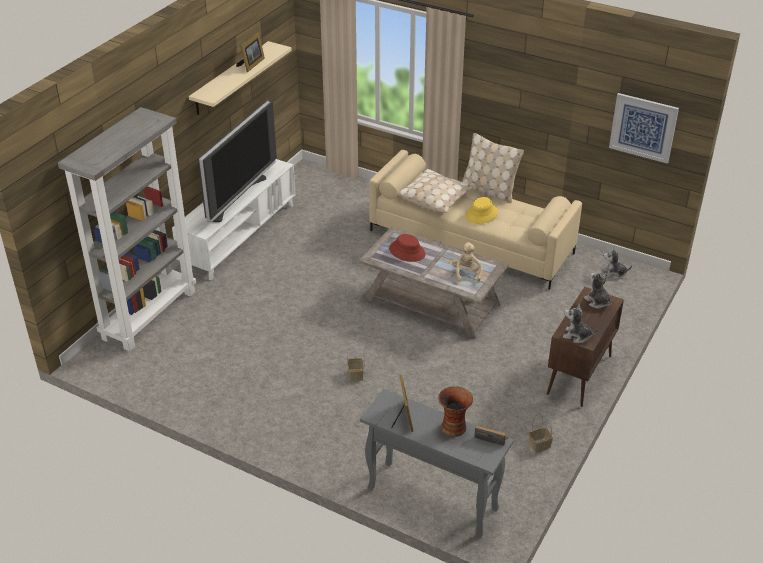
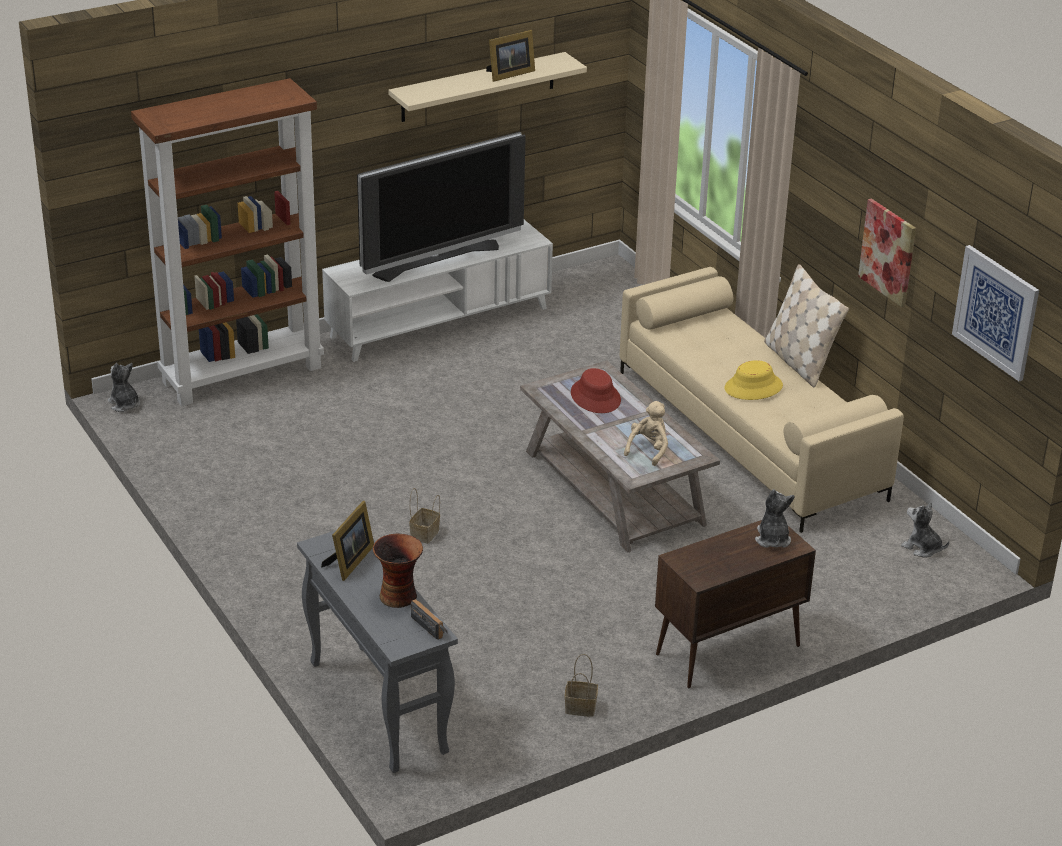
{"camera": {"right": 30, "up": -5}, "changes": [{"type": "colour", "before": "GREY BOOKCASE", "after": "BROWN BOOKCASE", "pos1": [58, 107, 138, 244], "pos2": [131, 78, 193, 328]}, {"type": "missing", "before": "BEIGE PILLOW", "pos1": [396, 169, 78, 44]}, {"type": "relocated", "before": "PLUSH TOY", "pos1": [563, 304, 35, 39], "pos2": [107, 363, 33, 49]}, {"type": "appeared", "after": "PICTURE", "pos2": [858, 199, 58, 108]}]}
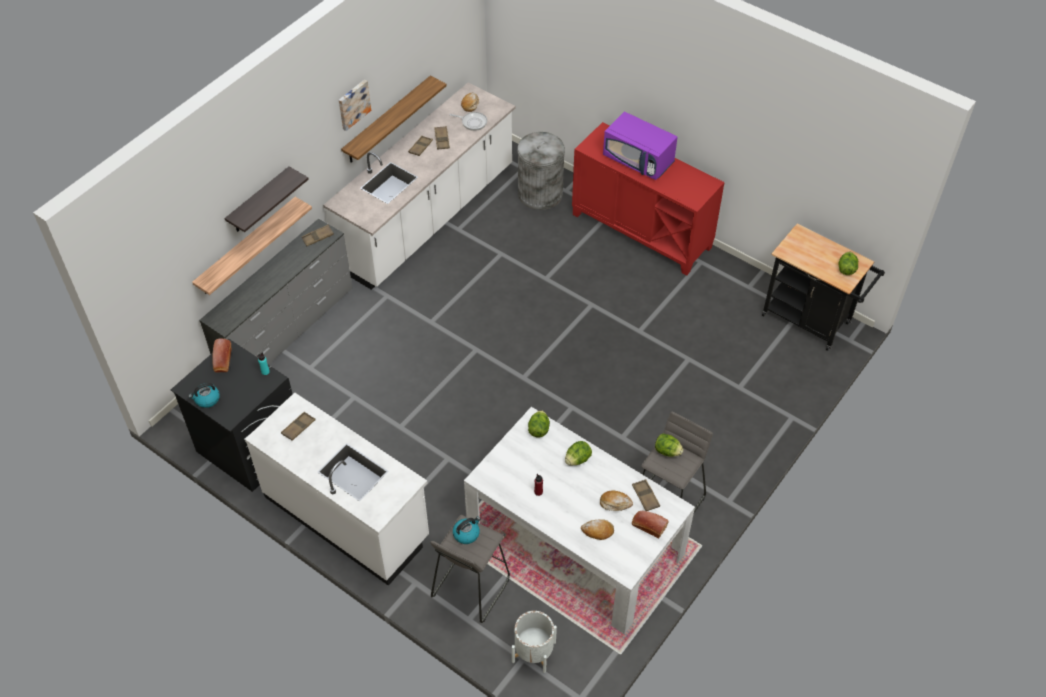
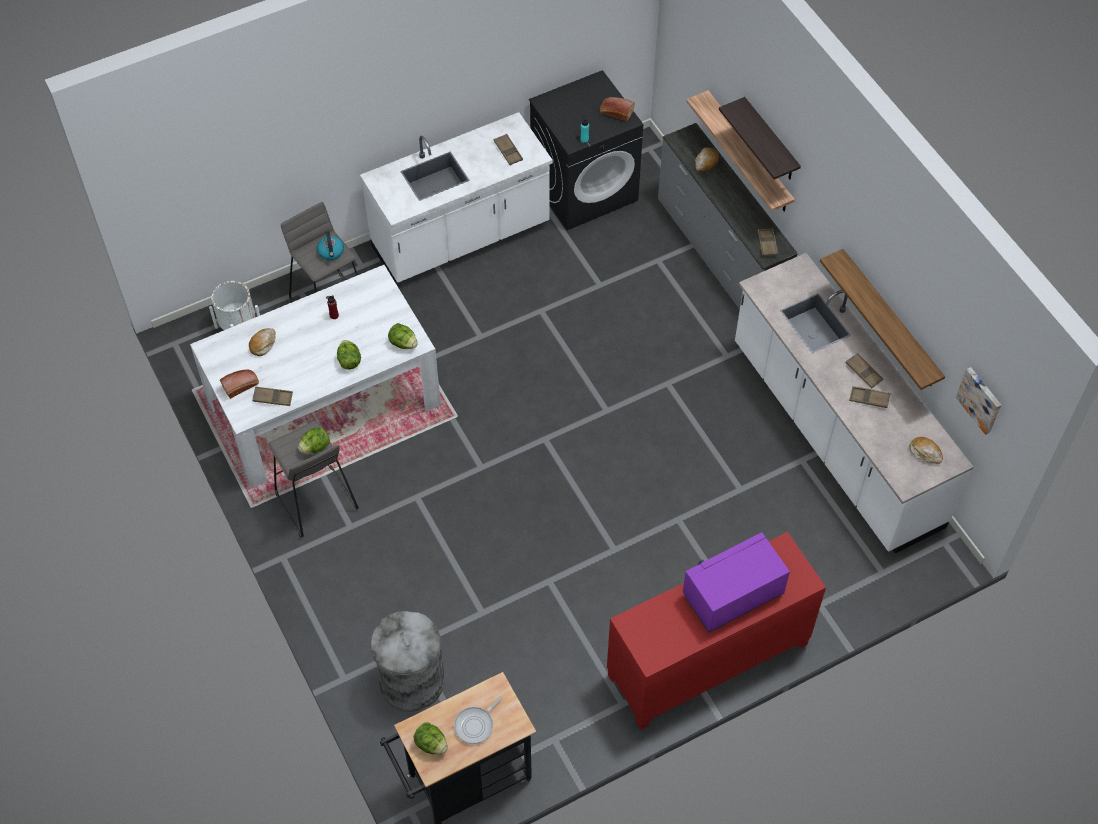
{"camera": {"right": 115, "up": 5}, "changes": [{"type": "relocated", "before": "PICTURE", "pos1": [339, 79, 32, 52], "pos2": [956, 367, 45, 68]}, {"type": "relocated", "before": "FRYING PAN", "pos1": [449, 112, 38, 19], "pos2": [454, 696, 49, 48]}, {"type": "relocated", "before": "GREY TRASH CAN", "pos1": [517, 132, 48, 78], "pos2": [371, 611, 74, 100]}, {"type": "missing", "before": "KETTLE", "pos1": [188, 383, 32, 25]}, {"type": "relocated", "before": "BREAD", "pos1": [600, 491, 33, 20], "pos2": [695, 147, 24, 25]}]}
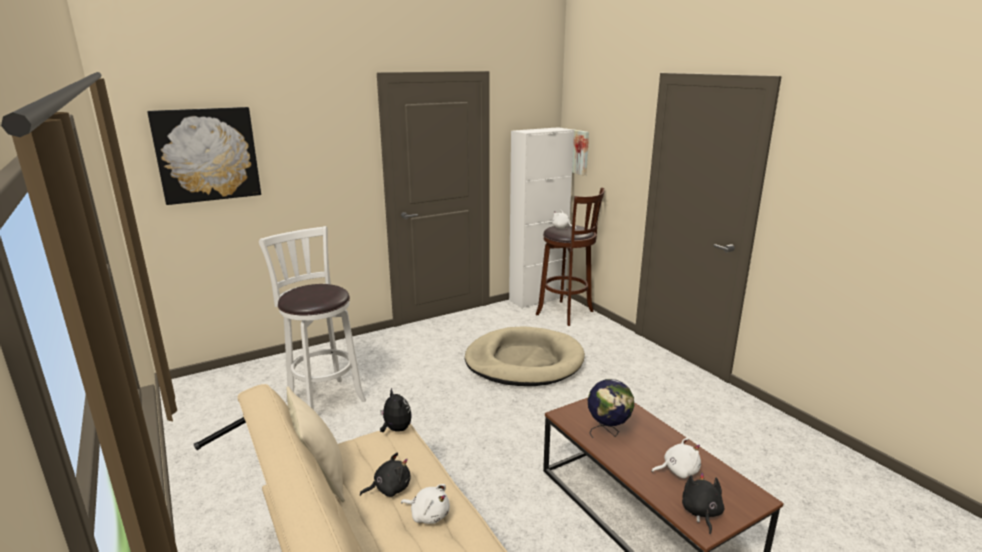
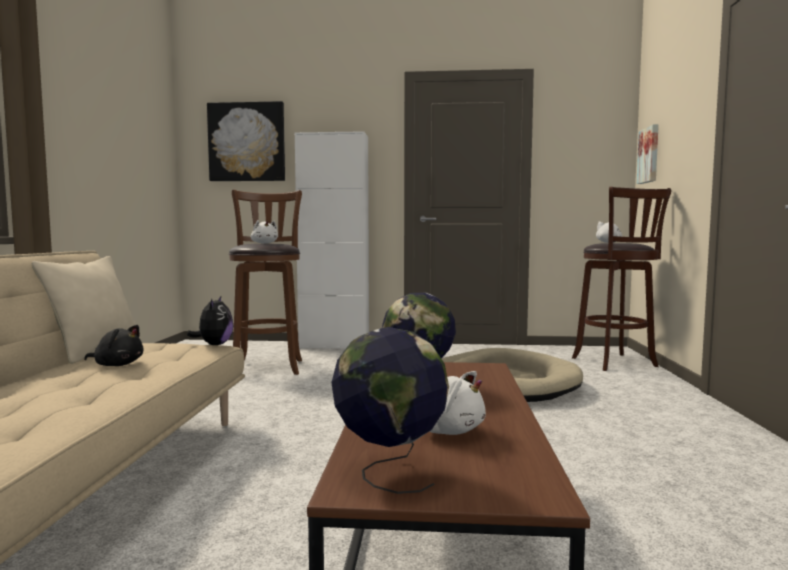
{"camera": {"right": 35, "up": -15}, "changes": [{"type": "relocated", "before": "WHITE CABINET", "pos1": [509, 127, 65, 182], "pos2": [295, 131, 74, 218]}, {"type": "colour", "before": "WHITE STOOL", "after": "BROWN STOOL", "pos1": [259, 226, 107, 184], "pos2": [229, 190, 73, 185]}, {"type": "exchanged", "before": "BLACK PLUSH TOY", "after": "GLOBE", "pos1": [682, 473, 42, 61], "pos2": [331, 327, 118, 167]}, {"type": "relocated", "before": "WHITE PLUSH TOY", "pos1": [401, 484, 49, 40], "pos2": [251, 220, 27, 24]}]}
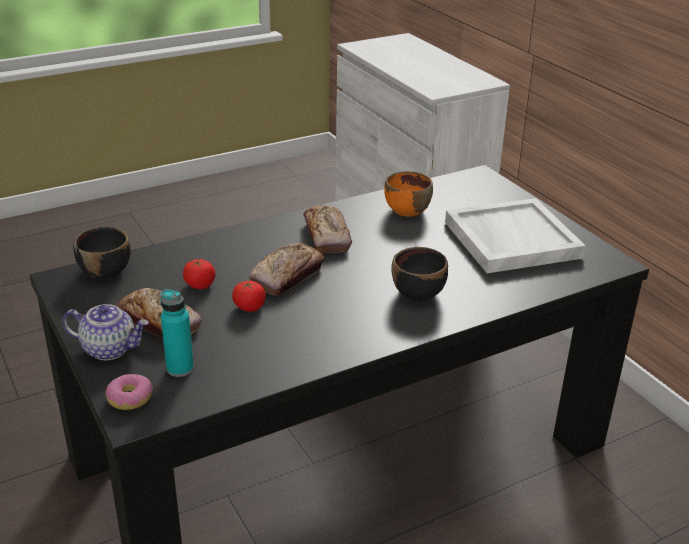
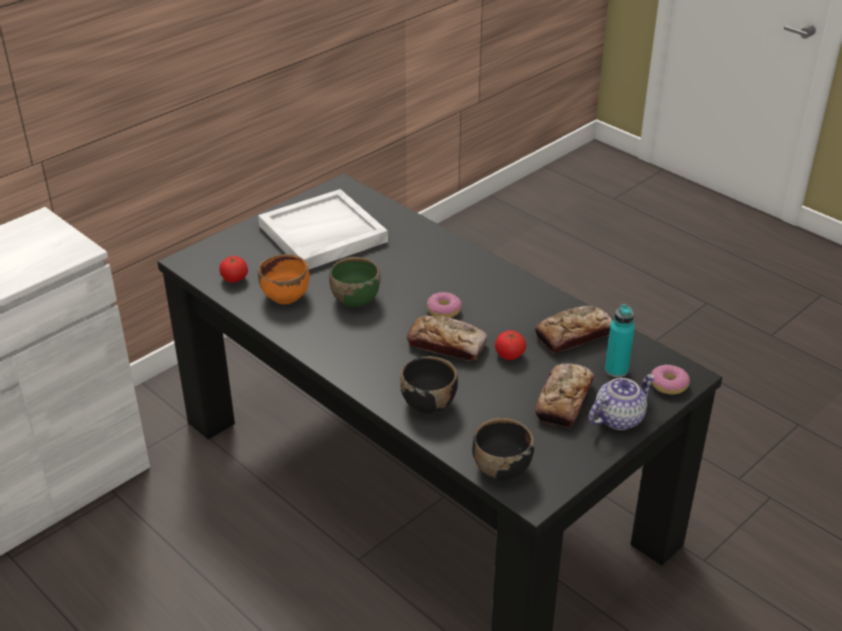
{"camera": {"right": -105, "up": 5}, "changes": [{"type": "relocated", "before": "BREAD", "pos1": [304, 205, 48, 49], "pos2": [535, 306, 78, 48]}, {"type": "relocated", "before": "BLACK BOWL", "pos1": [391, 247, 57, 55], "pos2": [400, 356, 58, 57]}, {"type": "relocated", "before": "TOMATO", "pos1": [183, 259, 32, 30], "pos2": [219, 256, 29, 27]}, {"type": "spun", "before": "TEAPOT", "pos1": [62, 304, 87, 56], "pos2": [589, 374, 66, 56], "turn": 60}, {"type": "appeared", "after": "GREEN BOWL", "pos2": [329, 257, 52, 50]}, {"type": "appeared", "after": "DONUT", "pos2": [427, 292, 35, 26]}]}
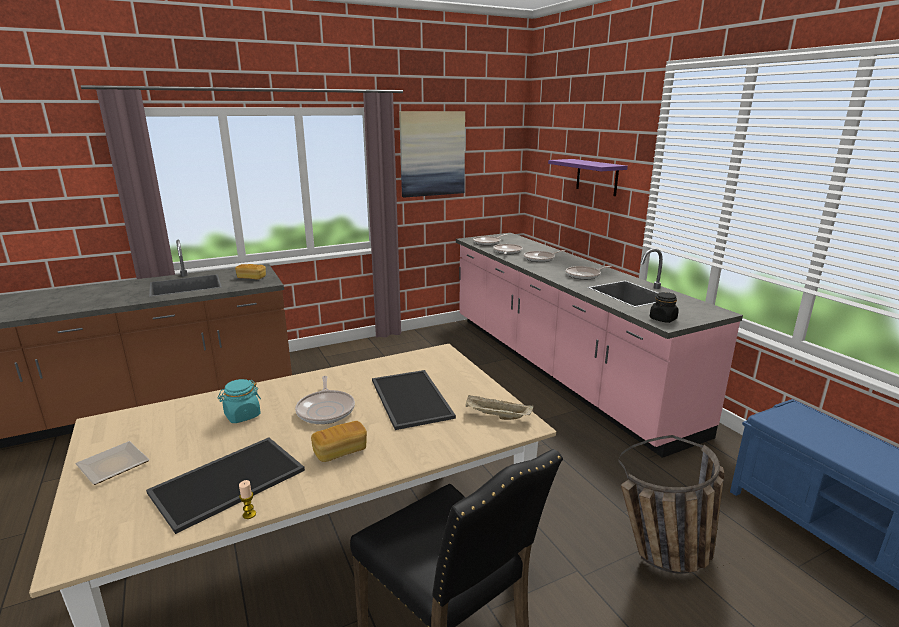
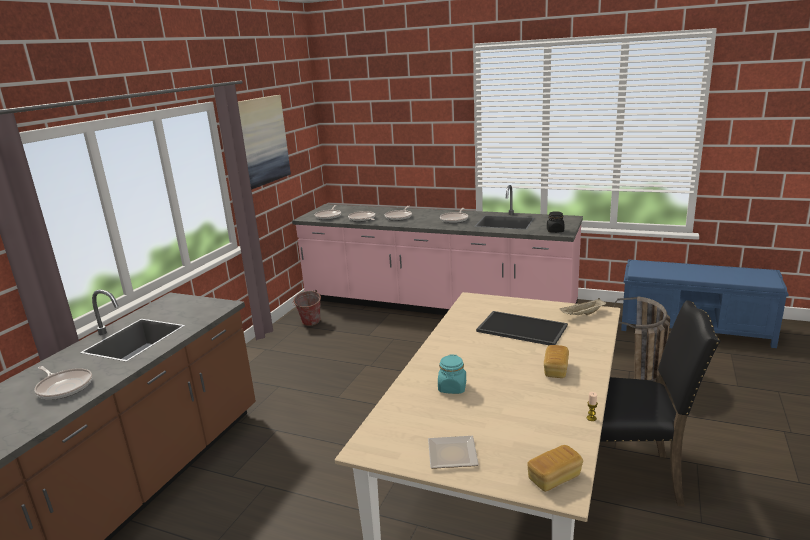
{"camera": {"right": -40, "up": 0}, "changes": [{"type": "missing", "before": "PURPLE SHELF", "pos1": [548, 159, 80, 37]}, {"type": "relocated", "before": "BREAD", "pos1": [235, 264, 31, 15], "pos2": [527, 445, 56, 47]}, {"type": "relocated", "before": "FRYING PAN", "pos1": [295, 376, 60, 48], "pos2": [34, 366, 58, 34]}, {"type": "missing", "before": "TRAY", "pos1": [146, 437, 159, 97]}, {"type": "appeared", "after": "BUCKET", "pos2": [292, 290, 29, 36]}]}
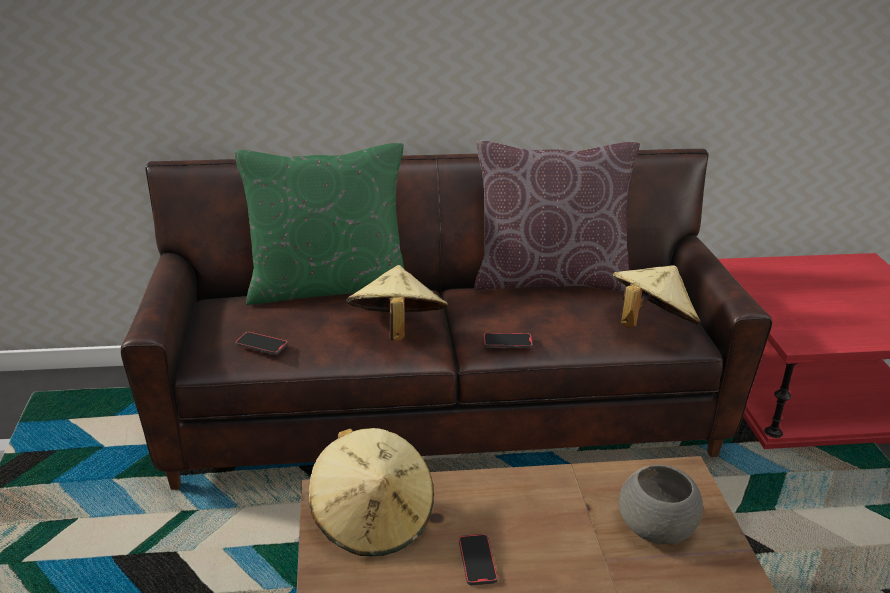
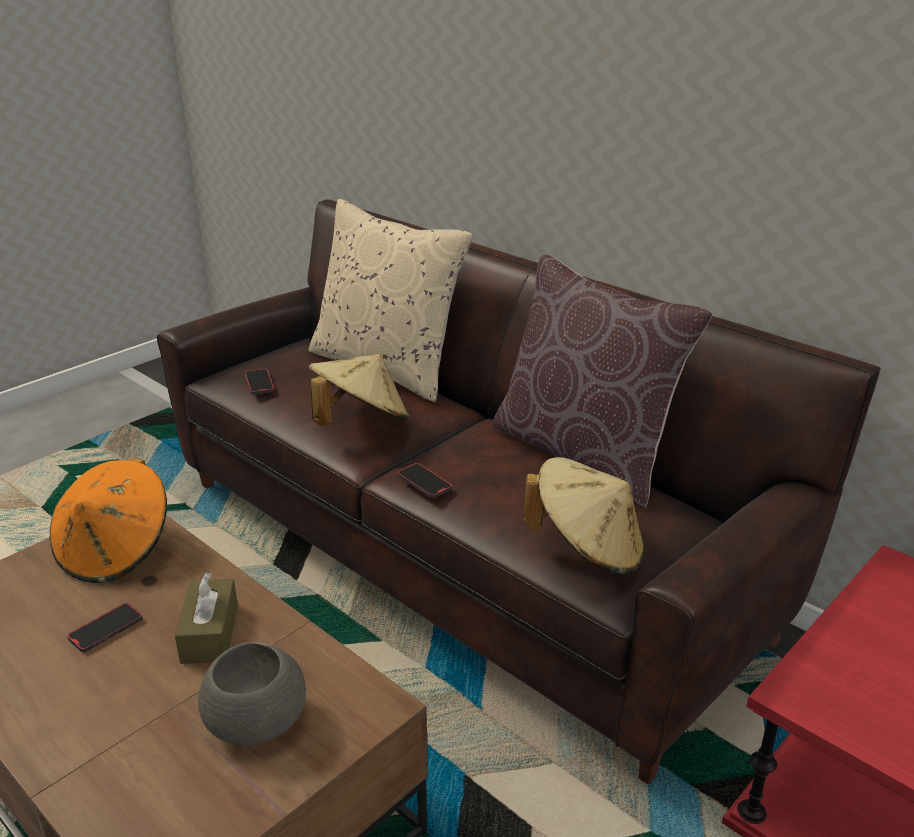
{"camera": {"right": 50, "up": 0}, "changes": [{"type": "colour", "before": "GREEN PILLOW", "after": "BEIGE PILLOW", "pos1": [235, 143, 169, 162], "pos2": [309, 199, 164, 203]}, {"type": "colour", "before": "BEIGE HAT", "after": "ORANGE HAT", "pos1": [309, 428, 125, 128], "pos2": [49, 458, 118, 125]}, {"type": "appeared", "after": "BROWN TISSUE BOX", "pos2": [175, 573, 63, 91]}]}
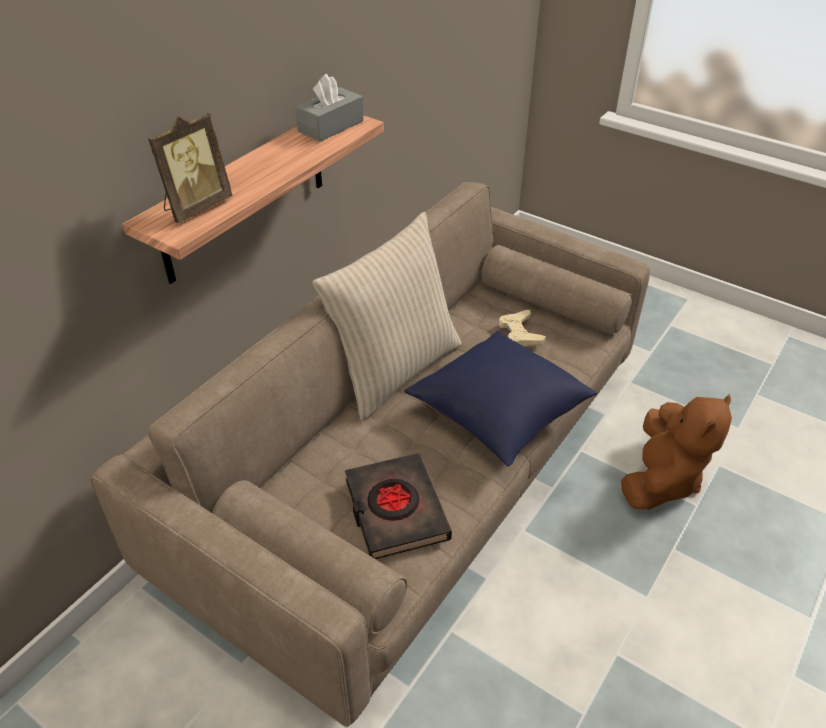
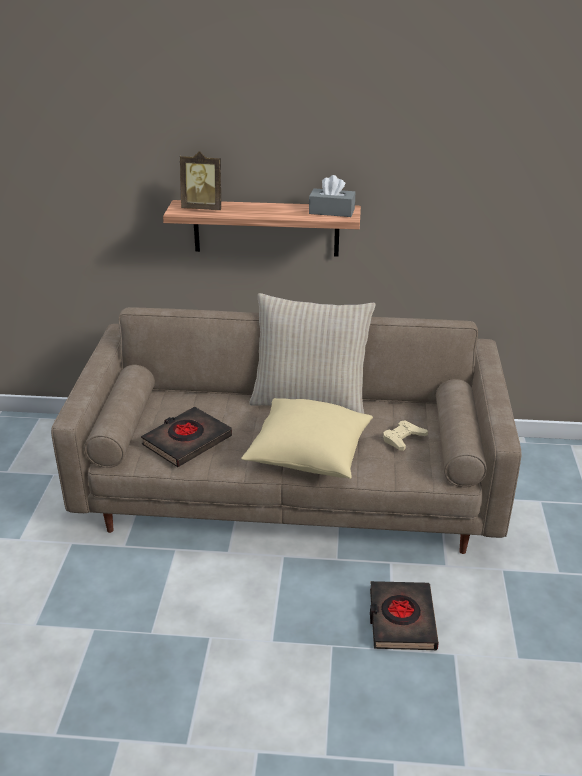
{"camera": {"right": 60, "up": -10}, "changes": [{"type": "colour", "before": "BLUE PILLOW", "after": "BEIGE PILLOW", "pos1": [404, 331, 194, 135], "pos2": [241, 398, 132, 81]}, {"type": "exchanged", "before": "BROWN PLUSH TOY", "after": "BLACK BOOK", "pos1": [621, 394, 111, 116], "pos2": [370, 581, 69, 69]}]}
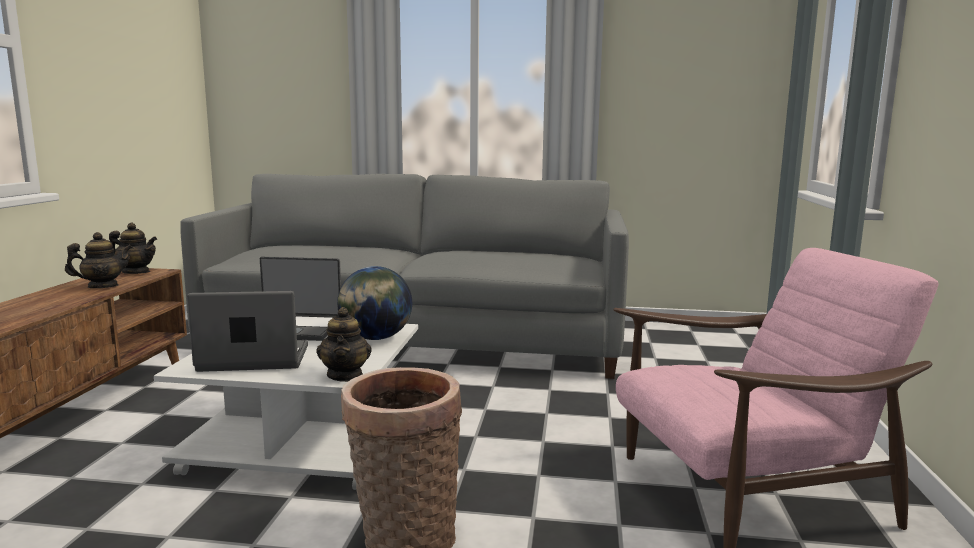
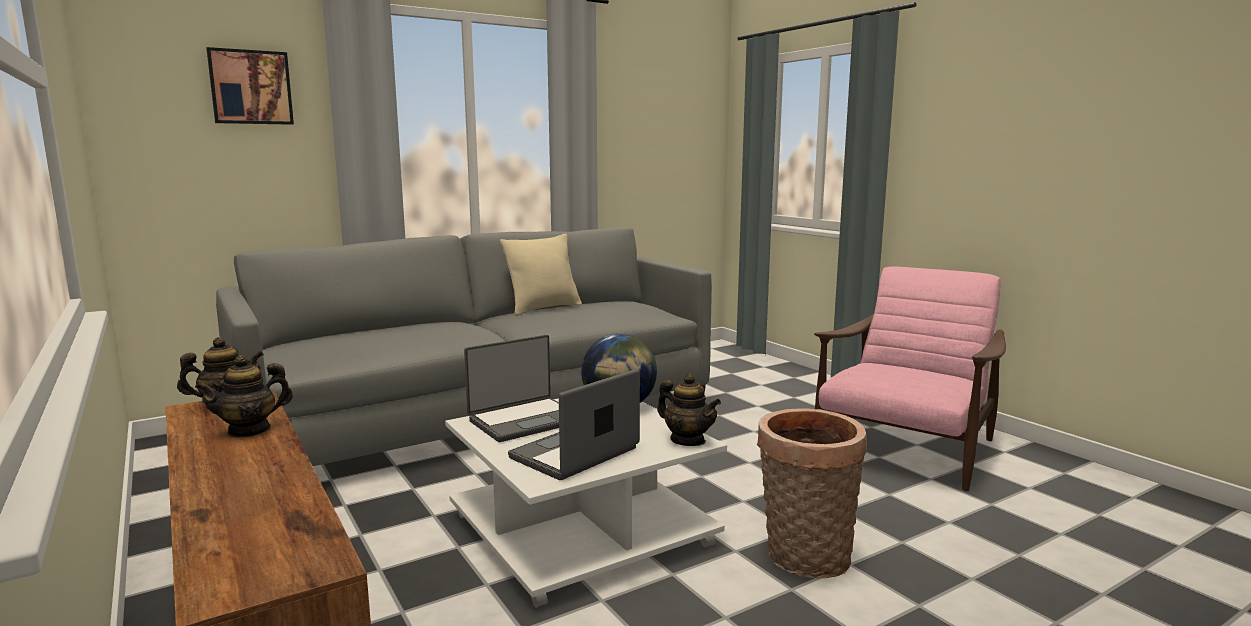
{"camera": {"right": -40, "up": 0}, "changes": [{"type": "spun", "before": "TEAPOT", "pos1": [65, 232, 68, 56], "pos2": [195, 355, 98, 83], "turn": -150}, {"type": "appeared", "after": "PICTURE", "pos2": [206, 47, 88, 78]}, {"type": "appeared", "after": "BEIGE PILLOW", "pos2": [500, 234, 82, 82]}]}
